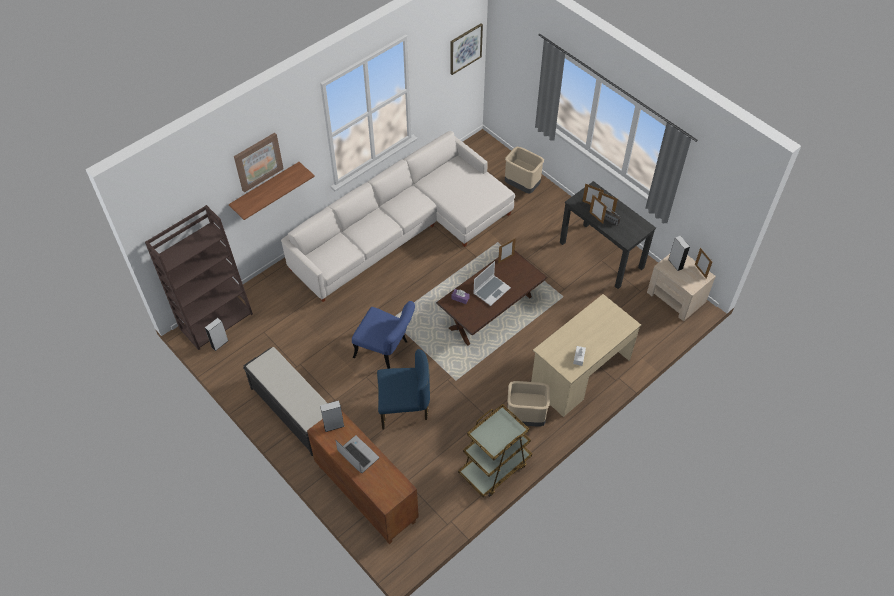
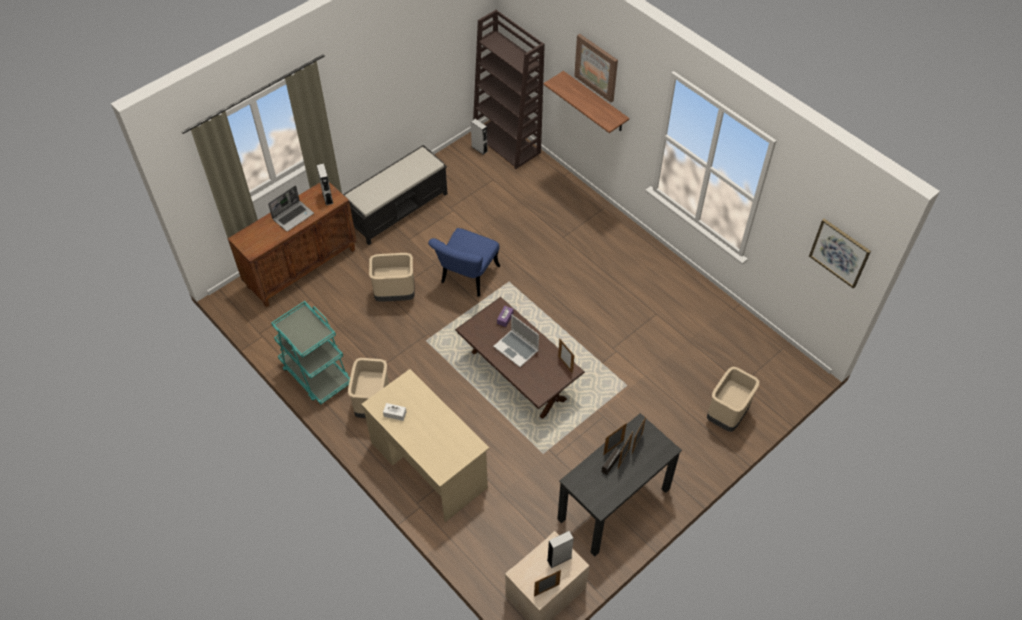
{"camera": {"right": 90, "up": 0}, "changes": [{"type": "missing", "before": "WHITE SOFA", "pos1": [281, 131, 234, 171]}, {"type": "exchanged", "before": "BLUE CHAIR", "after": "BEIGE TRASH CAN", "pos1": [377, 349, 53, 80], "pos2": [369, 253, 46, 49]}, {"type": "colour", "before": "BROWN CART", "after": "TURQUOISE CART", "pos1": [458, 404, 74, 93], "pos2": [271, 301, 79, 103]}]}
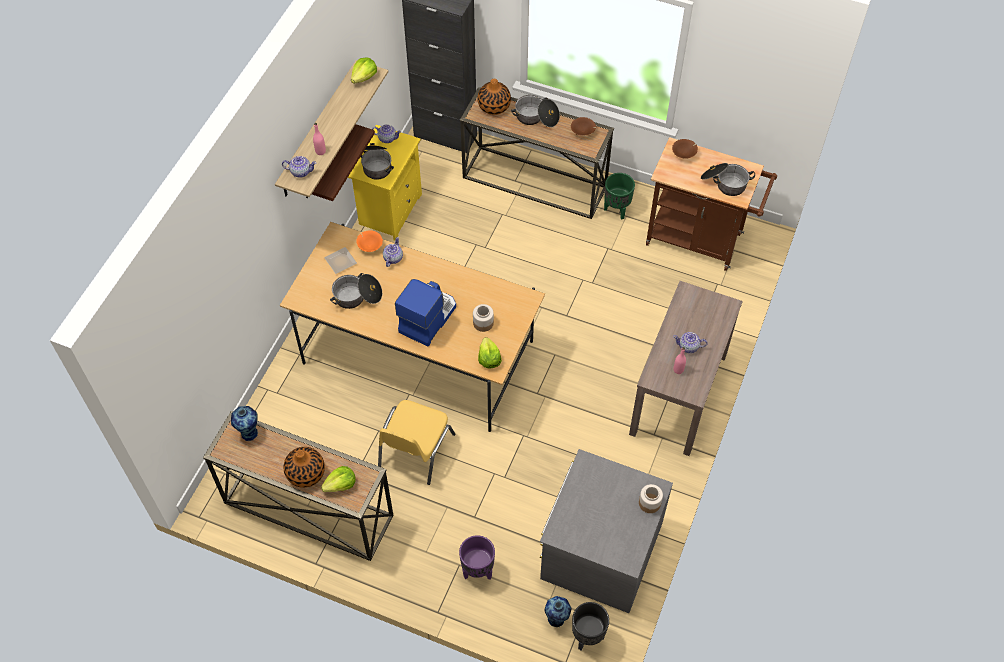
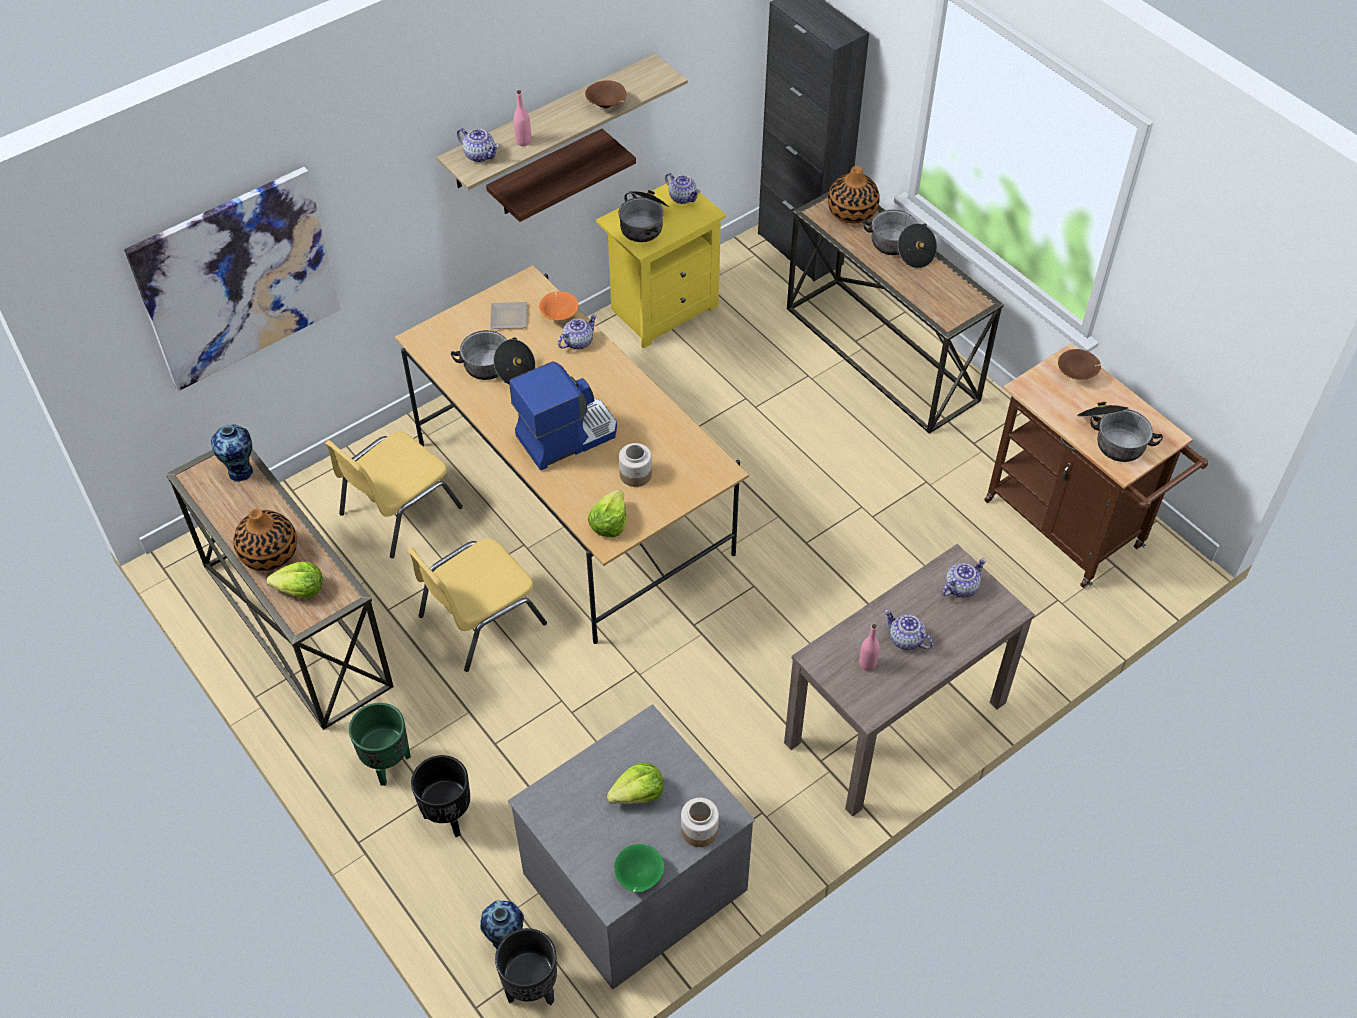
{"camera": {"right": 30, "up": -5}, "changes": [{"type": "relocated", "before": "LETTUCE", "pos1": [351, 57, 26, 27], "pos2": [607, 762, 57, 42]}, {"type": "relocated", "before": "BROWN BOWL", "pos1": [571, 117, 25, 19], "pos2": [585, 81, 41, 27]}, {"type": "relocated", "before": "GREEN PLANTER", "pos1": [604, 173, 31, 47], "pos2": [349, 703, 62, 83]}, {"type": "colour", "before": "PURPLE PLANTER", "after": "BLACK PLANTER", "pos1": [459, 535, 36, 45], "pos2": [411, 755, 59, 82]}, {"type": "appeared", "after": "PICTURE", "pos2": [124, 167, 216, 224]}, {"type": "appeared", "after": "YELLOW CHAIR", "pos2": [325, 432, 138, 126]}, {"type": "appeared", "after": "TEAPOT", "pos2": [942, 559, 44, 39]}, {"type": "appeared", "after": "GREEN BOWL", "pos2": [614, 844, 50, 48]}]}
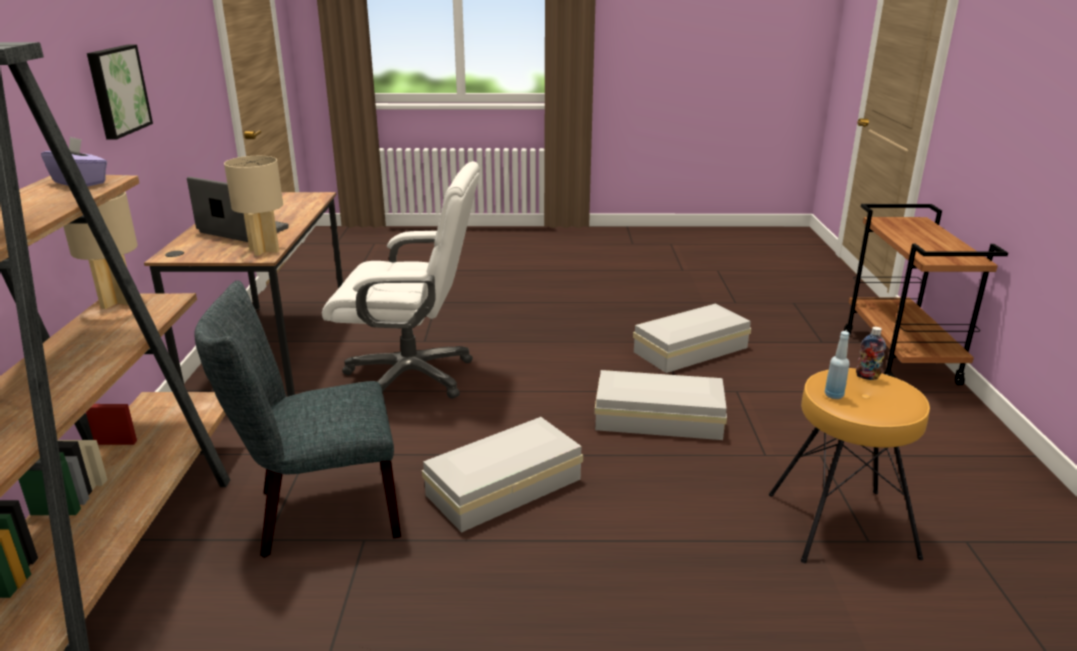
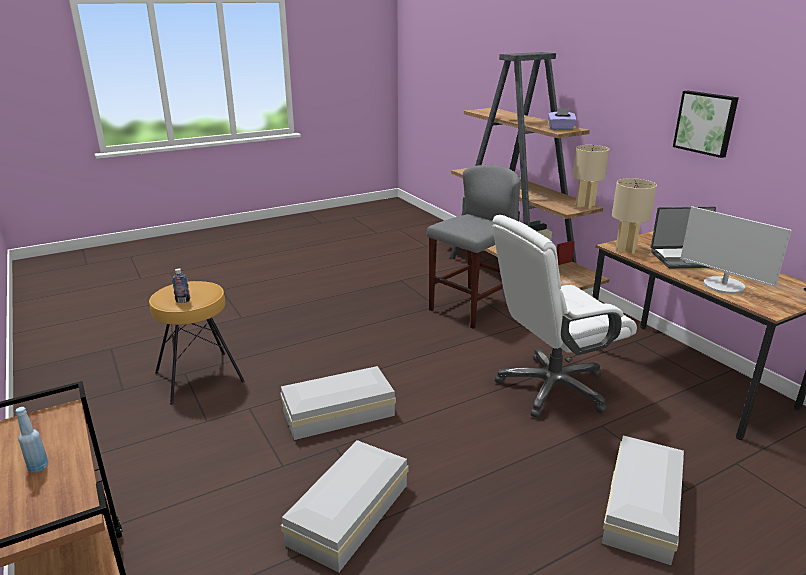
{"camera": {"right": 150, "up": 0}, "changes": [{"type": "exchanged", "before": "GREY CHAIR", "after": "GREY STOOL", "pos1": [194, 280, 207, 278], "pos2": [427, 165, 93, 164]}, {"type": "relocated", "before": "BLUE BOTTLE", "pos1": [825, 331, 25, 68], "pos2": [15, 407, 33, 66]}, {"type": "relocated", "before": "WHITE STORAGE BOX", "pos1": [422, 417, 161, 116], "pos2": [602, 436, 82, 129]}, {"type": "appeared", "after": "MONITOR", "pos2": [680, 206, 112, 88]}]}
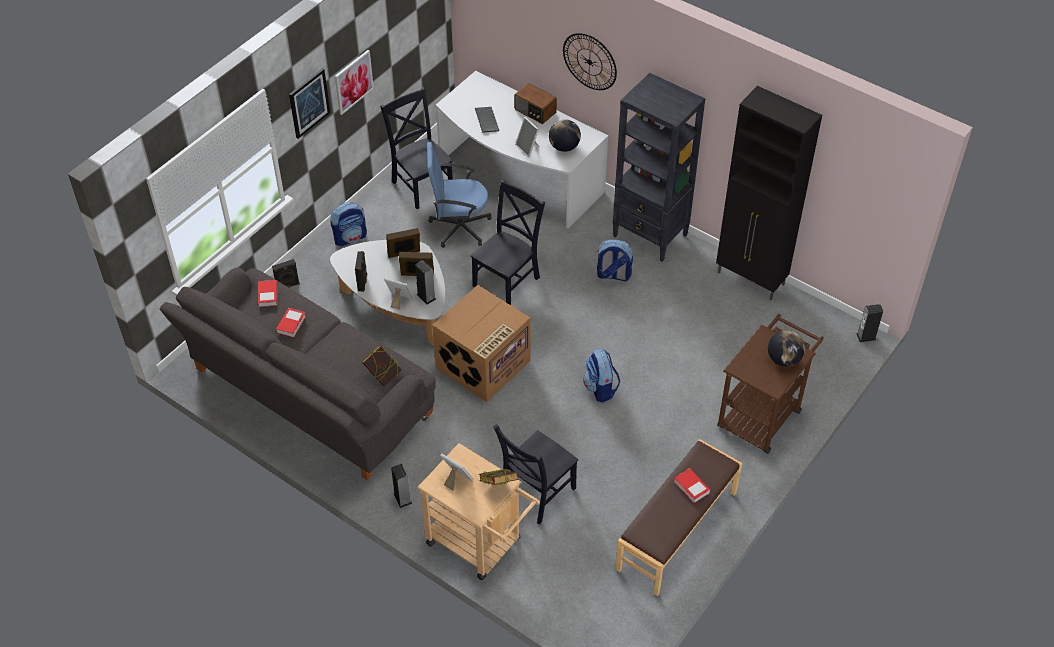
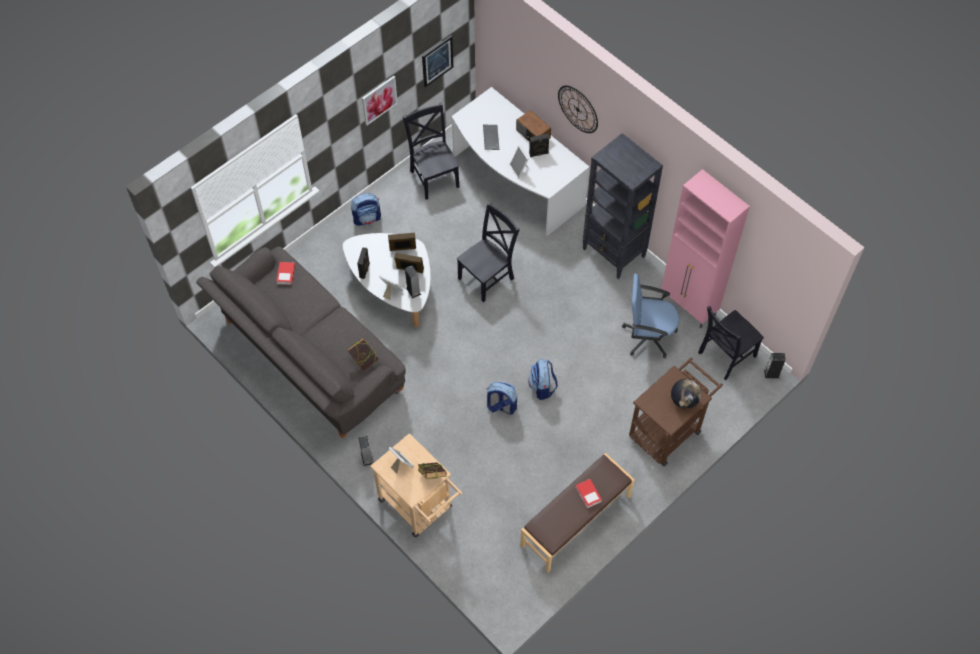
{"camera": {"right": 10, "up": 10}, "changes": [{"type": "relocated", "before": "PICTURE", "pos1": [289, 68, 41, 71], "pos2": [422, 35, 31, 52]}, {"type": "colour", "before": "BLACK CABINET", "after": "PINK CABINET", "pos1": [716, 86, 106, 214], "pos2": [661, 169, 89, 159]}, {"type": "missing", "before": "GLOBE", "pos1": [549, 119, 32, 33]}, {"type": "relocated", "before": "BLUE OFFICE CHAIR", "pos1": [427, 142, 65, 106], "pos2": [622, 274, 57, 84]}, {"type": "relocated", "before": "BACKPACK", "pos1": [597, 239, 36, 42], "pos2": [486, 382, 31, 33]}, {"type": "relocated", "before": "BLACK SPEAKER", "pos1": [272, 259, 28, 29], "pos2": [529, 134, 21, 23]}, {"type": "missing", "before": "CARDBOARD BOX", "pos1": [432, 285, 99, 117]}, {"type": "missing", "before": "BOOK", "pos1": [276, 308, 30, 29]}, {"type": "relocated", "before": "BLACK CHAIR", "pos1": [493, 424, 85, 100], "pos2": [698, 306, 66, 74]}]}
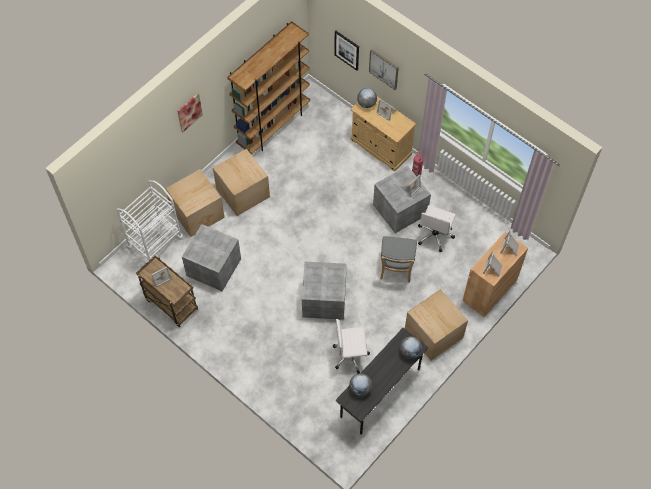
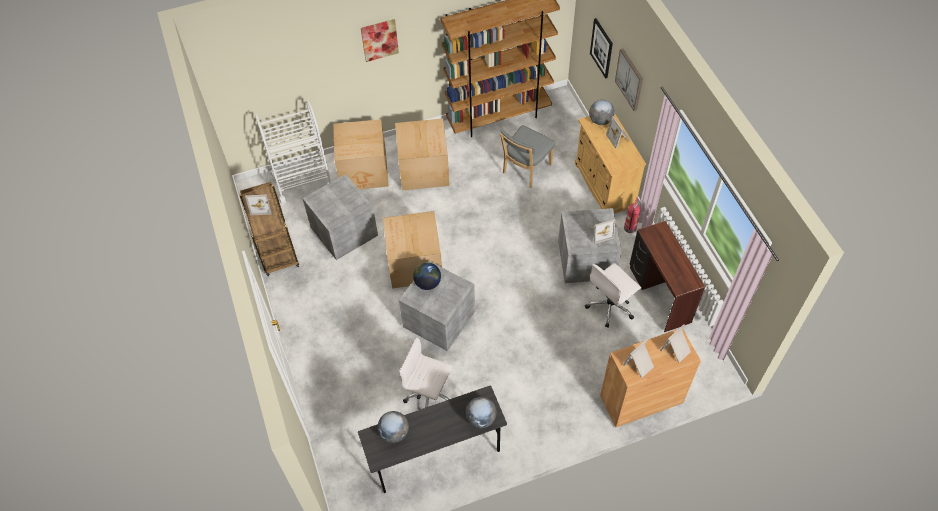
{"camera": {"right": 30, "up": -5}, "changes": [{"type": "relocated", "before": "GREY CHAIR", "pos1": [380, 236, 37, 47], "pos2": [500, 125, 55, 63]}, {"type": "relocated", "before": "CARDBOARD BOX", "pos1": [405, 289, 63, 72], "pos2": [383, 211, 59, 77]}, {"type": "appeared", "after": "BROWN DESK", "pos2": [630, 221, 75, 111]}, {"type": "appeared", "after": "GLOBE", "pos2": [413, 262, 28, 28]}]}
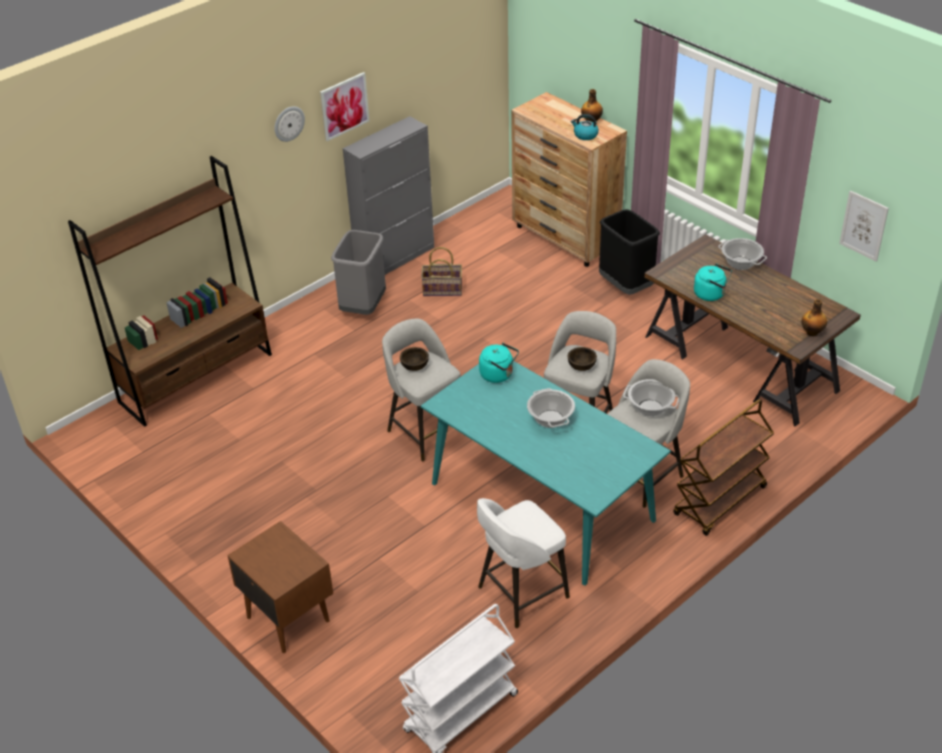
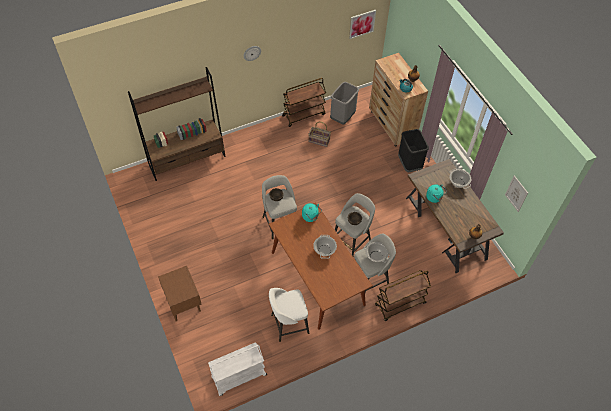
{"camera": {"right": 15, "up": 15}, "changes": [{"type": "relocated", "before": "PICTURE", "pos1": [320, 72, 49, 69], "pos2": [349, 10, 27, 29]}, {"type": "exchanged", "before": "GREY CABINET", "after": "BROWN CART", "pos1": [343, 116, 91, 159], "pos2": [282, 78, 44, 49]}, {"type": "relocated", "before": "GREY TRASH CAN", "pos1": [331, 230, 55, 85], "pos2": [330, 82, 29, 42]}, {"type": "colour", "before": "TURQUOISE DINING TABLE", "after": "BROWN DINING TABLE", "pos1": [421, 361, 250, 225], "pos2": [269, 202, 104, 128]}]}
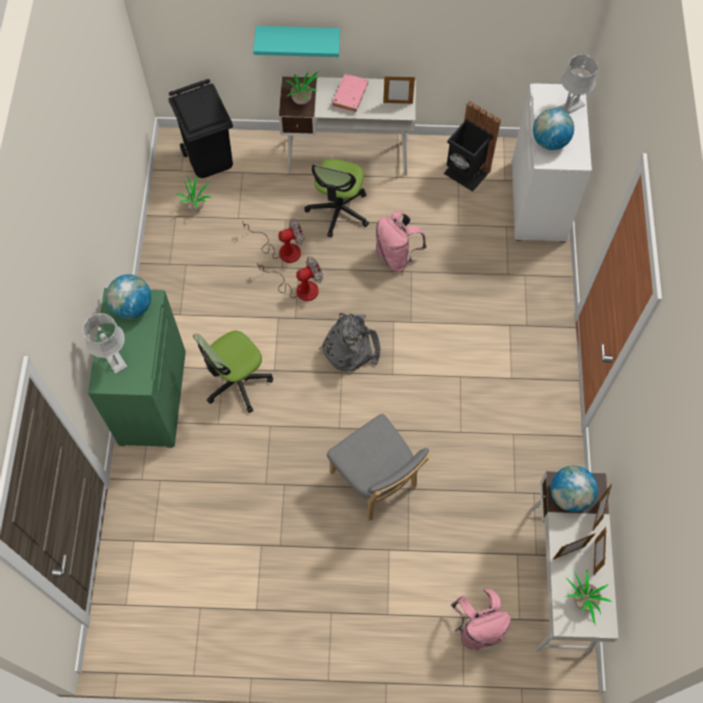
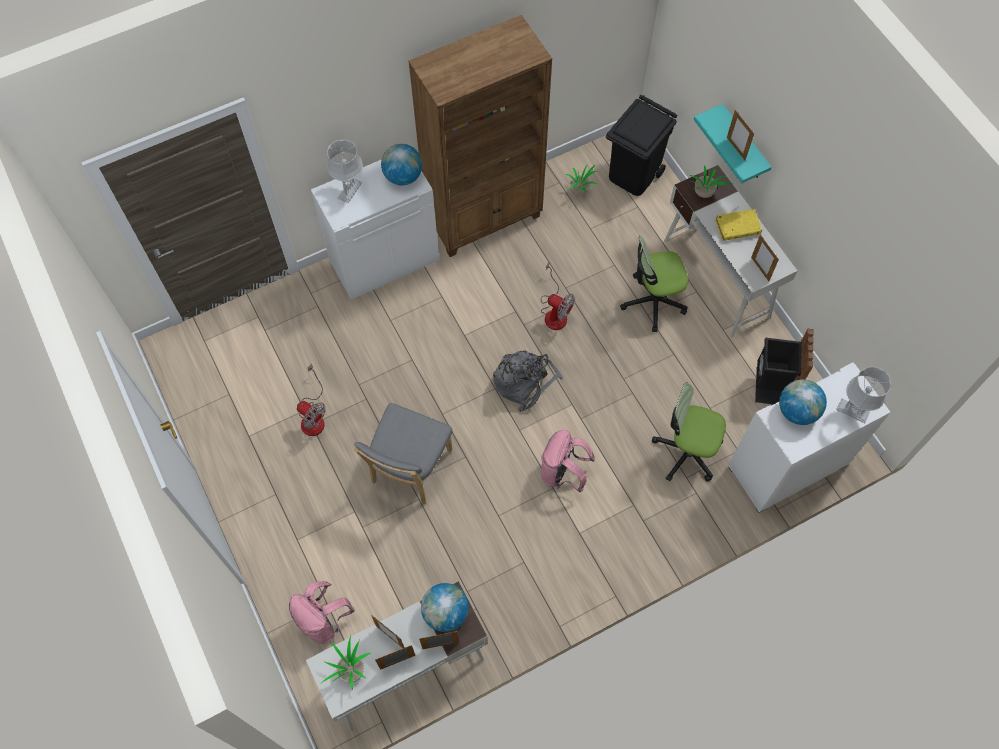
{"camera": {"right": 60, "up": 0}, "changes": [{"type": "colour", "before": "PINK BOOK", "after": "YELLOW BOOK", "pos1": [332, 74, 36, 38], "pos2": [715, 209, 47, 32]}, {"type": "relocated", "before": "PINK BACKPACK", "pos1": [376, 211, 51, 61], "pos2": [541, 430, 54, 63]}, {"type": "relocated", "before": "FAN", "pos1": [242, 219, 62, 44], "pos2": [297, 364, 29, 72]}, {"type": "colour", "before": "GREEN CABINET", "after": "WHITE CABINET", "pos1": [88, 288, 98, 160], "pos2": [311, 159, 128, 141]}, {"type": "relocated", "before": "OFFICE CHAIR", "pos1": [193, 331, 80, 82], "pos2": [652, 383, 74, 99]}, {"type": "appeared", "after": "BROWN BOOKCASE", "pos2": [408, 15, 144, 242]}, {"type": "appeared", "after": "PICTURE FRAME", "pos2": [727, 110, 27, 50]}]}
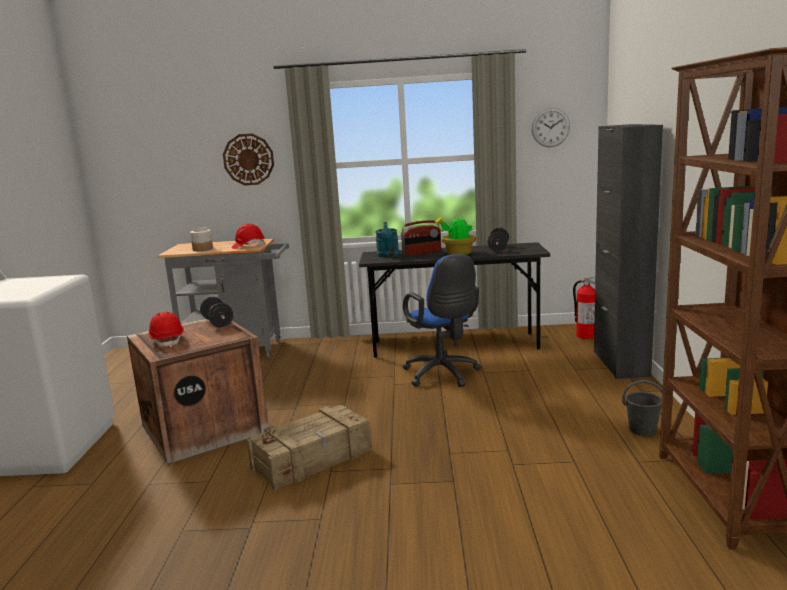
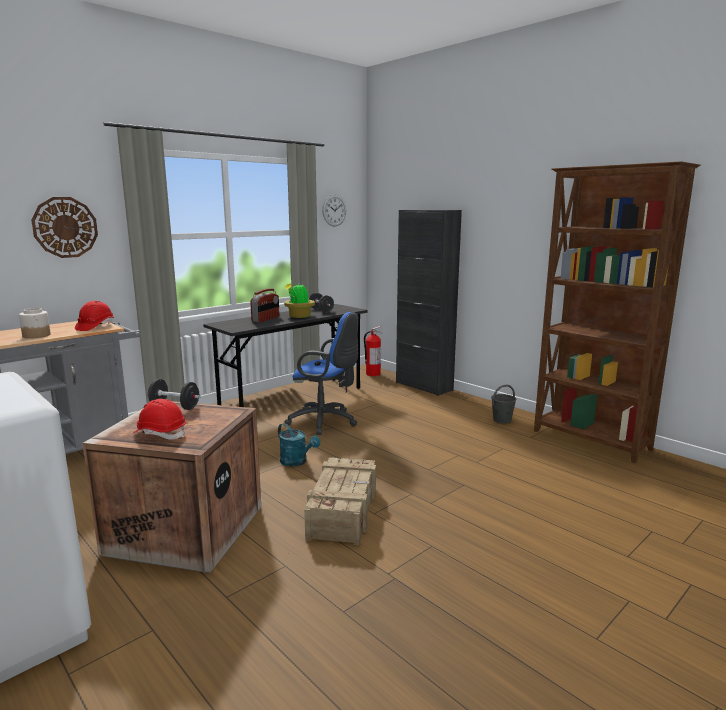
{"camera": {"right": -45, "up": 0}, "changes": [{"type": "relocated", "before": "TURQUOISE WATERING CAN", "pos1": [375, 222, 24, 35], "pos2": [278, 423, 42, 44]}]}
